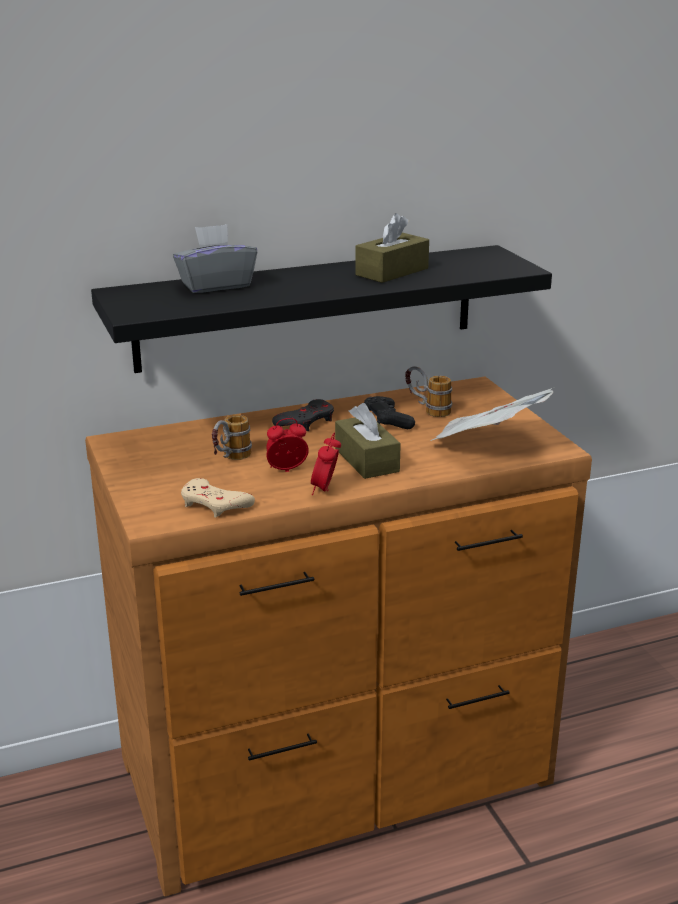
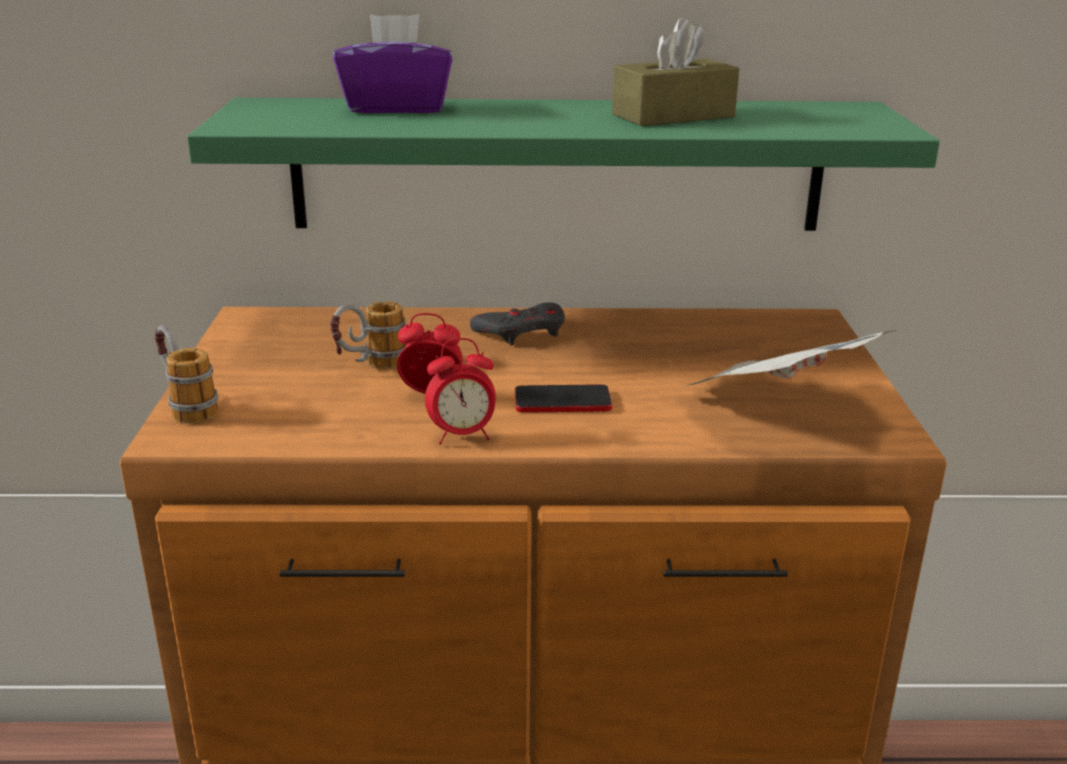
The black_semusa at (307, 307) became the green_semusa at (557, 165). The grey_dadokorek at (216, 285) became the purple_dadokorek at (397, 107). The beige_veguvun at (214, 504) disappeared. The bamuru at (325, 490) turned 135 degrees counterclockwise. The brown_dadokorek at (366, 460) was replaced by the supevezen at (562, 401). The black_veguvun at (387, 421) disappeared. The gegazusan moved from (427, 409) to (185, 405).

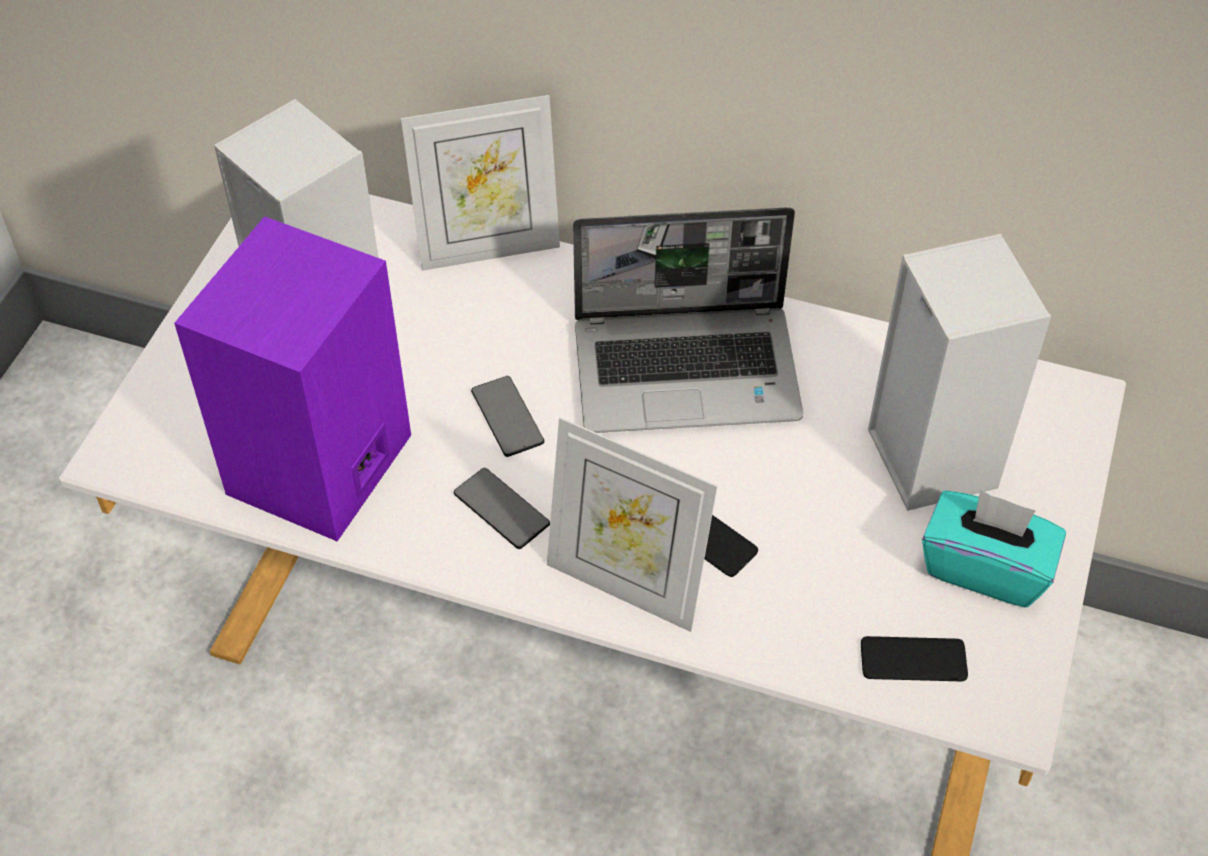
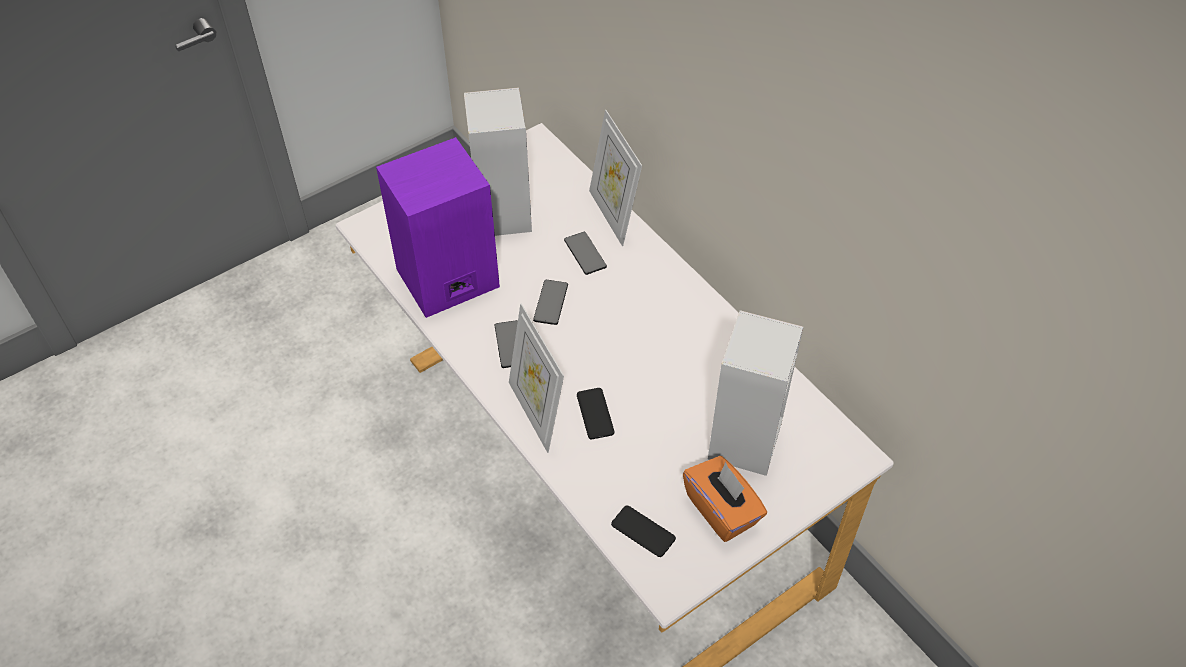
The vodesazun at (488, 248) turned 45 degrees clockwise. The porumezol at (689, 370) disappeared. The turquoise_dadokorek at (985, 567) became the orange_dadokorek at (722, 510). The supevezen at (585, 254) appeared.

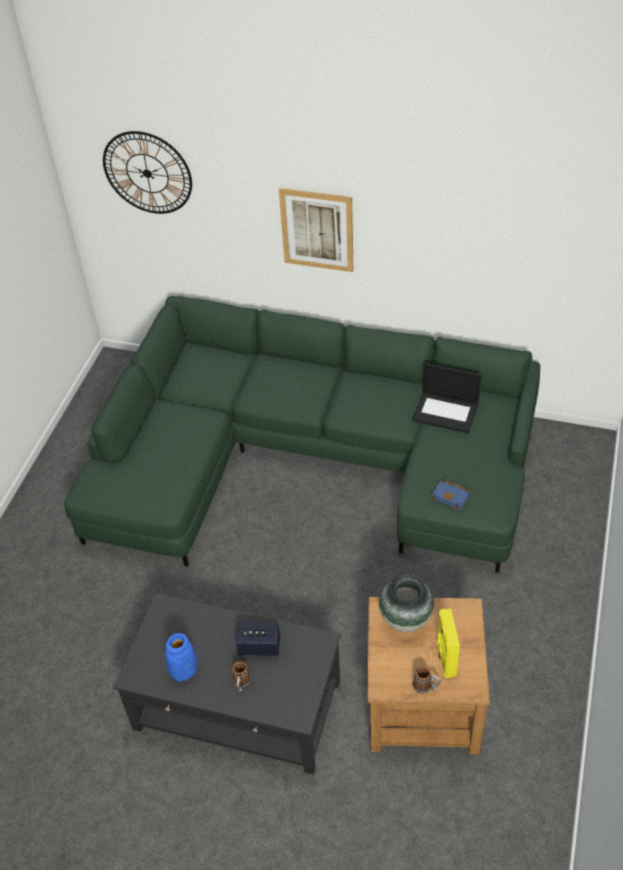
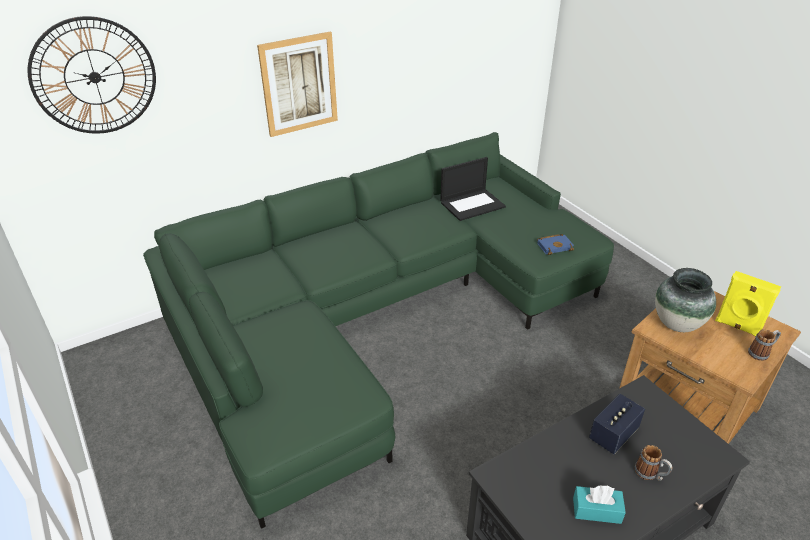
The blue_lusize at (184, 671) was replaced by the turquoise_dadokorek at (596, 510).

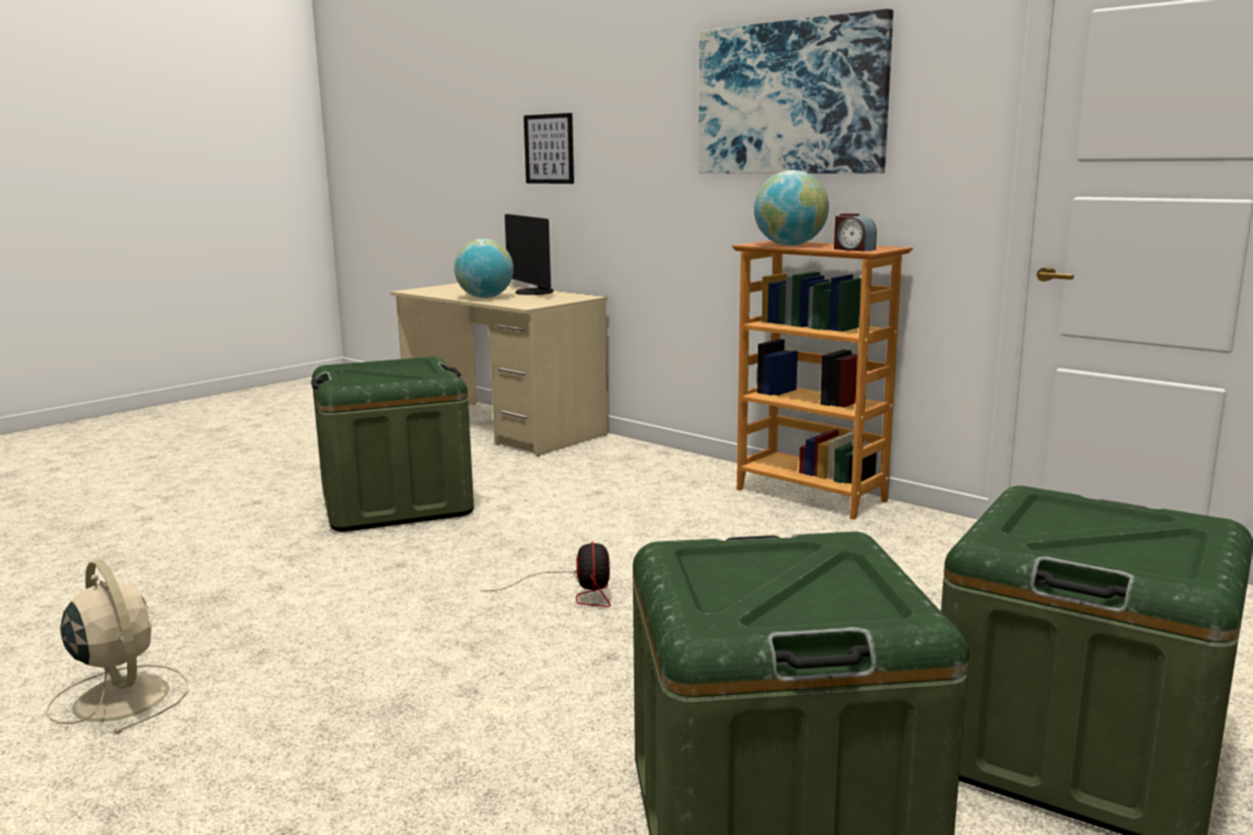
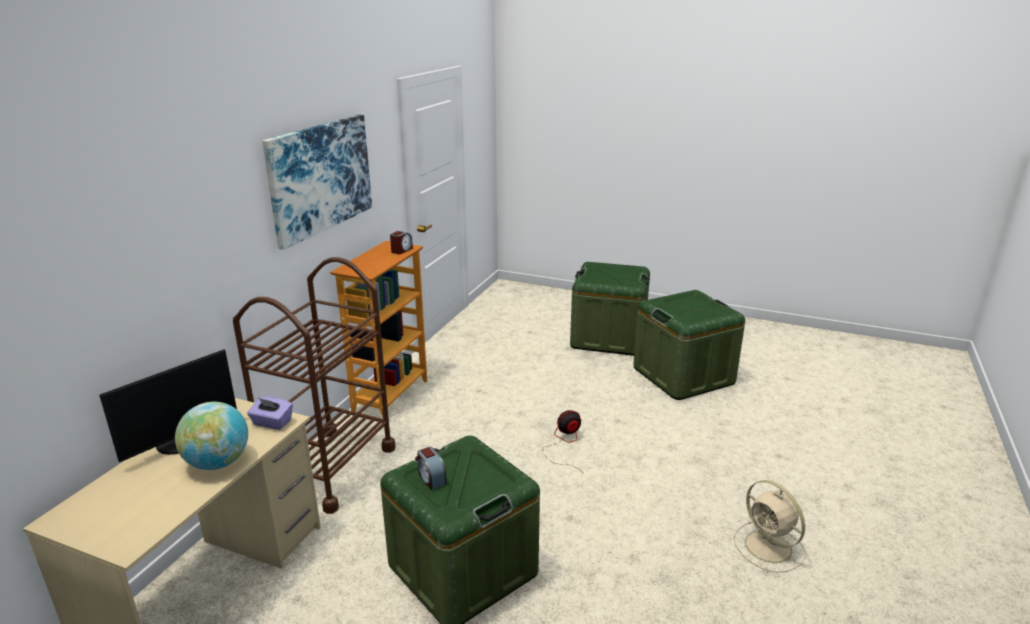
The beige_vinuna at (120, 697) turned 60 degrees counterclockwise. The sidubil at (549, 149) disappeared. The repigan at (789, 245) disappeared. The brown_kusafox at (330, 468) appeared. The purple_dadokorek at (272, 423) appeared. The bamuru at (431, 478) appeared.

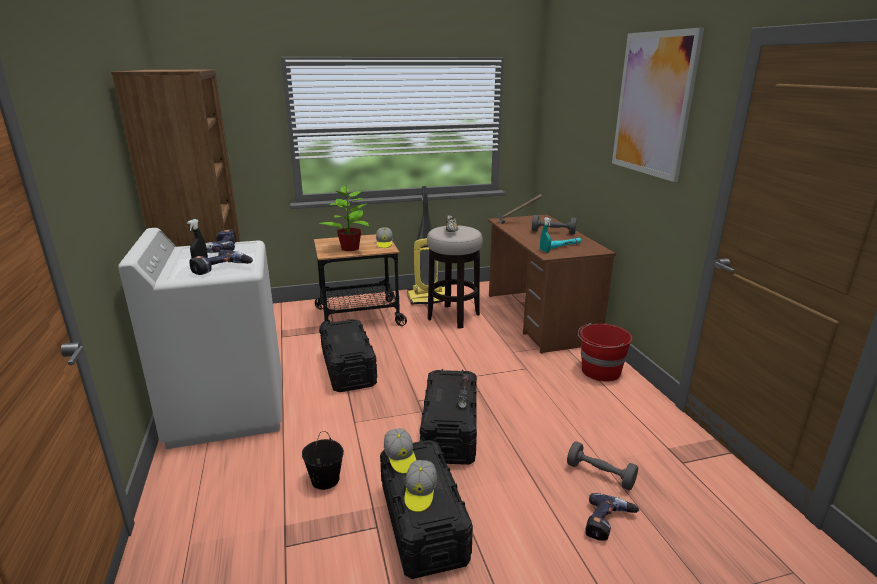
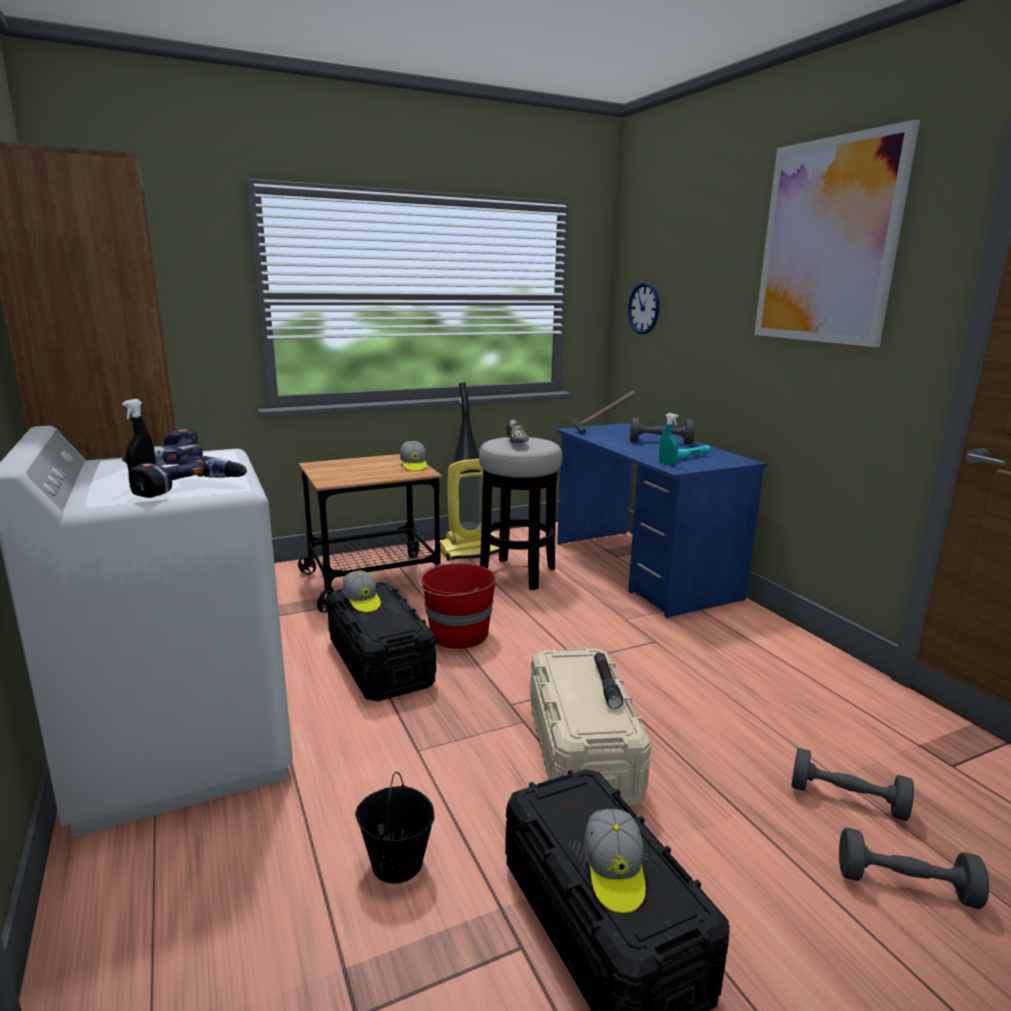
The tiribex at (350, 248) disappeared. The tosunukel moved from (400, 458) to (362, 601). The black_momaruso at (449, 431) became the beige_momaruso at (581, 751). The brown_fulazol at (539, 318) became the blue_fulazol at (642, 569). The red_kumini moved from (600, 371) to (458, 635). The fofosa at (609, 524) was replaced by the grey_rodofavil at (905, 885). The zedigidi at (644, 308) appeared.

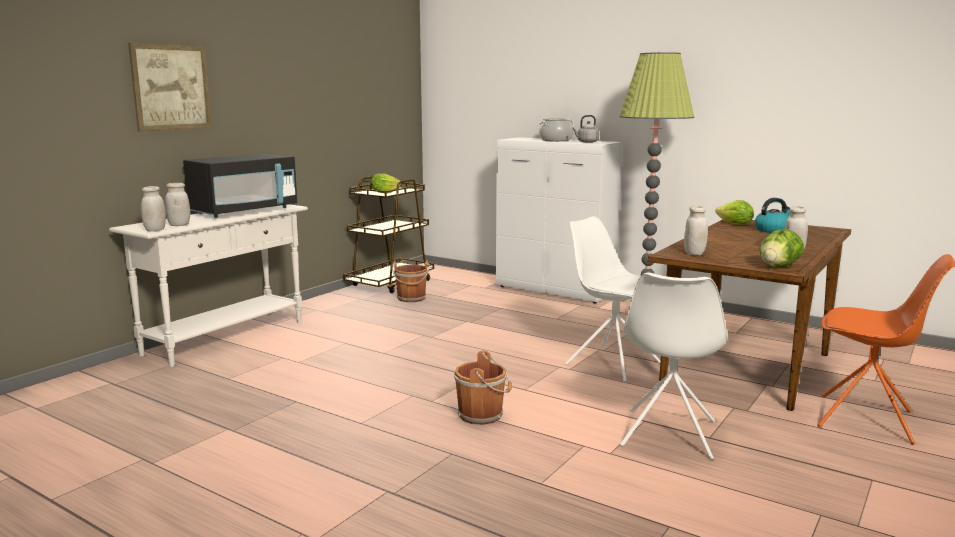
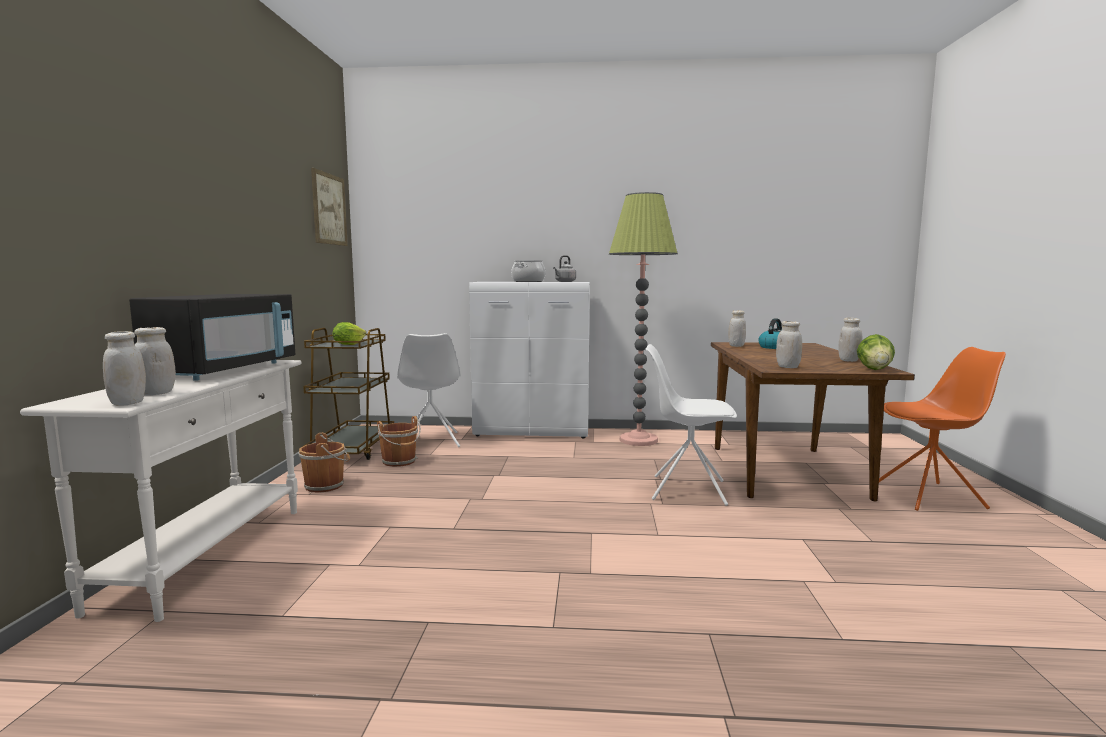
The sidubil moved from (171, 87) to (329, 209). The brown_kumini moved from (482, 415) to (326, 485). The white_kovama moved from (668, 435) to (431, 441). The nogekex at (735, 224) was replaced by the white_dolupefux at (736, 346).

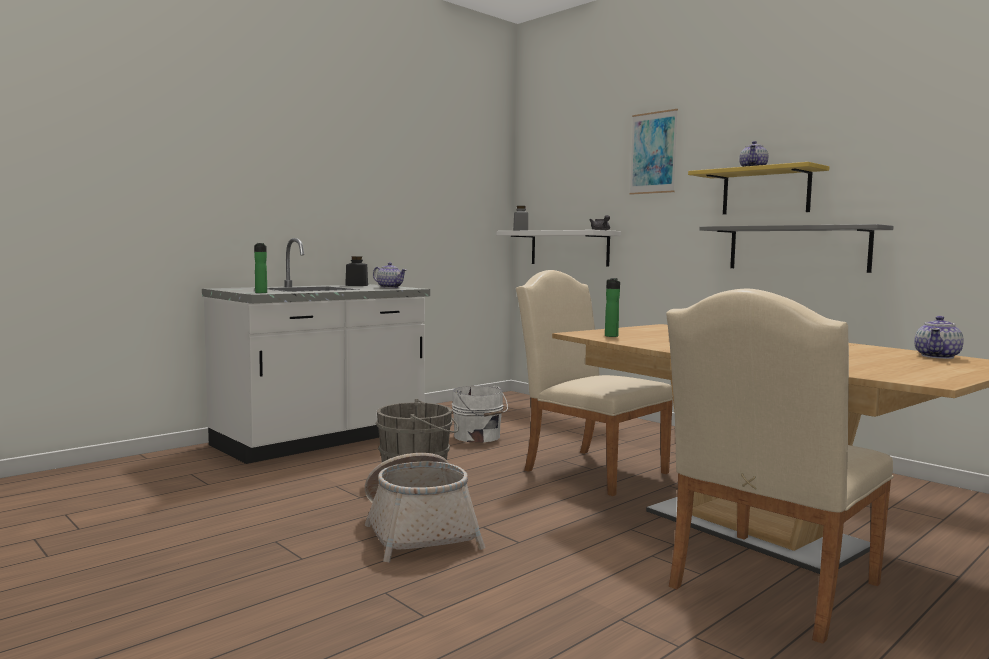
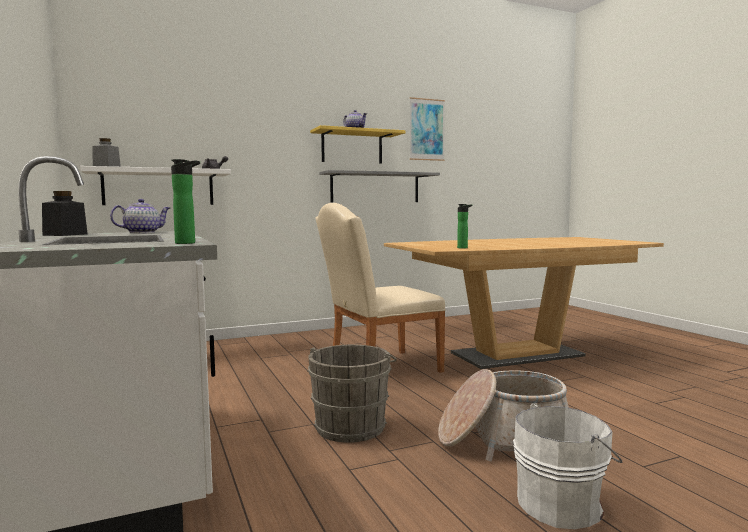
The white_kumini moved from (478, 437) to (563, 504). The sidubil moved from (653, 153) to (427, 129). The beige_kovama at (768, 589) disappeared. The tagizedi at (938, 356) disappeared.

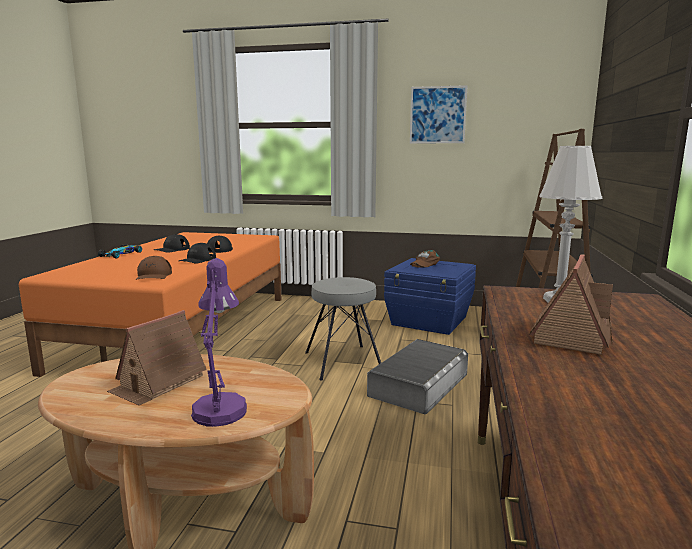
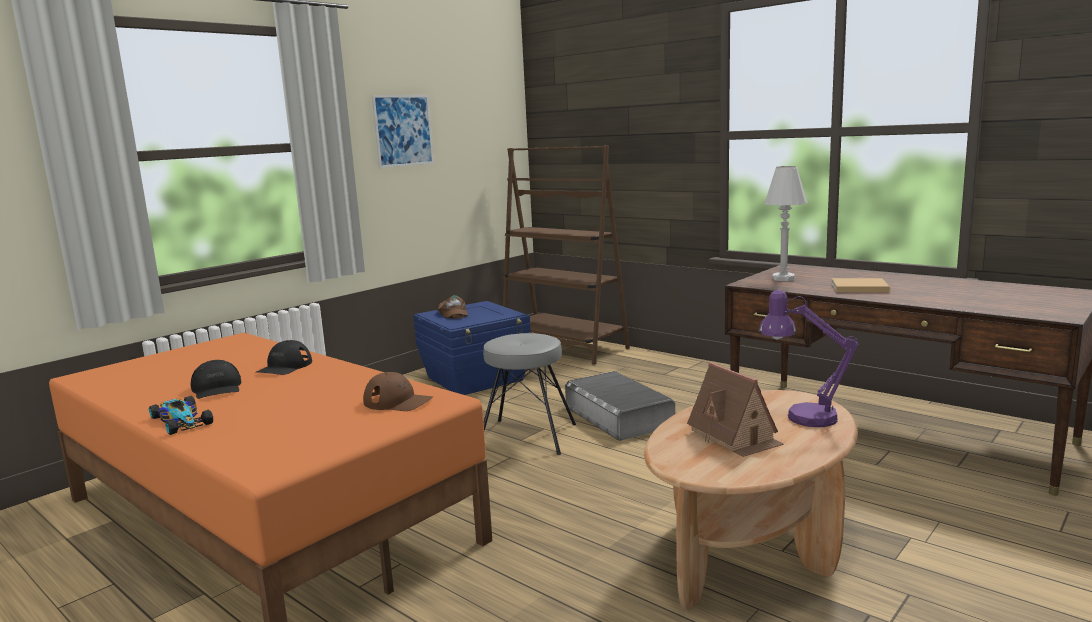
The black_tosunukel at (197, 260) disappeared. The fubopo at (571, 335) was replaced by the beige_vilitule at (857, 288).

